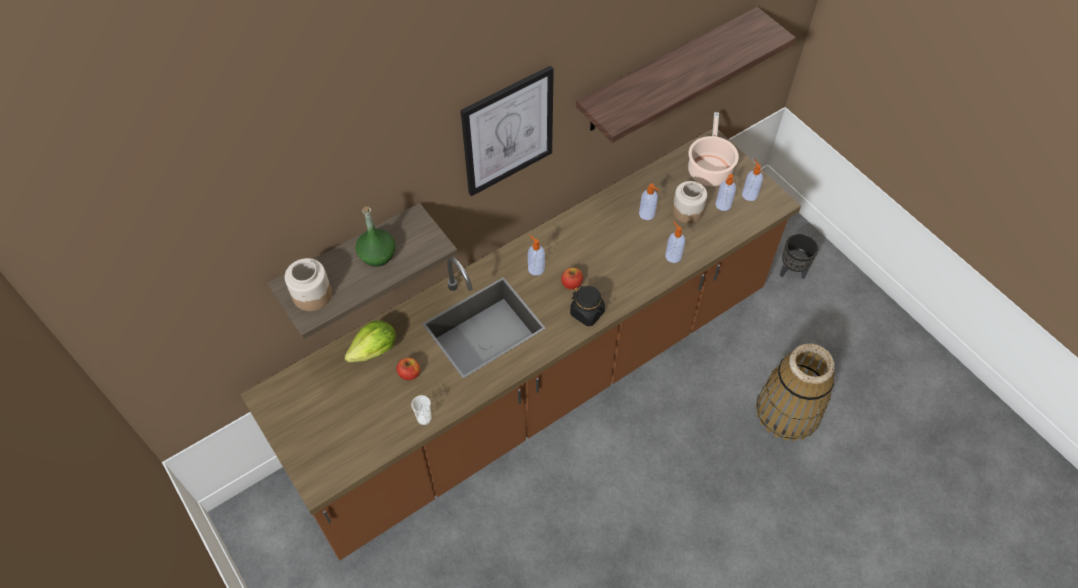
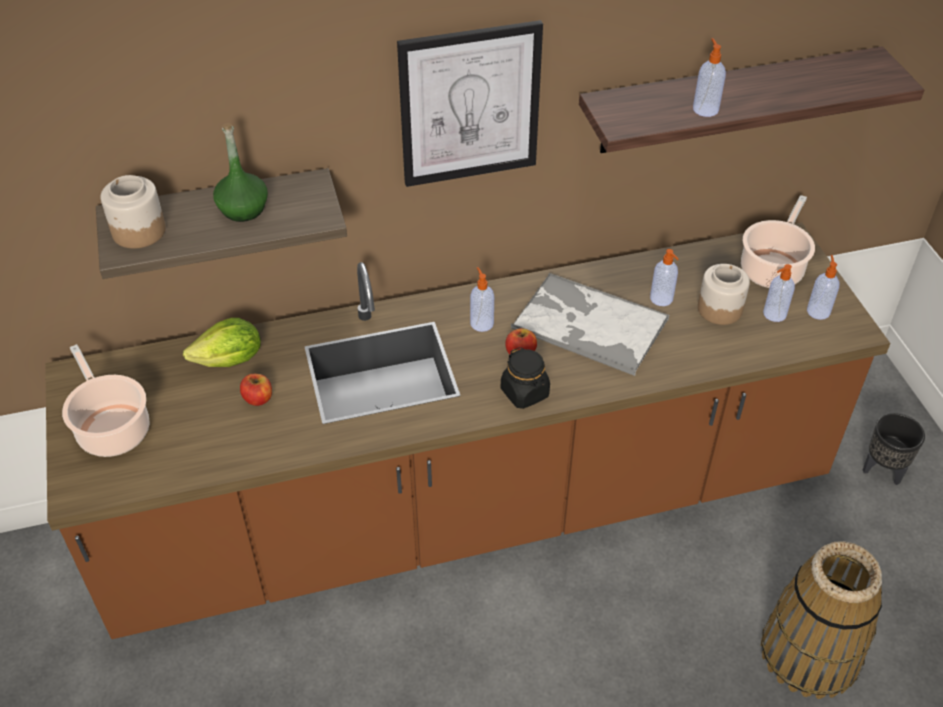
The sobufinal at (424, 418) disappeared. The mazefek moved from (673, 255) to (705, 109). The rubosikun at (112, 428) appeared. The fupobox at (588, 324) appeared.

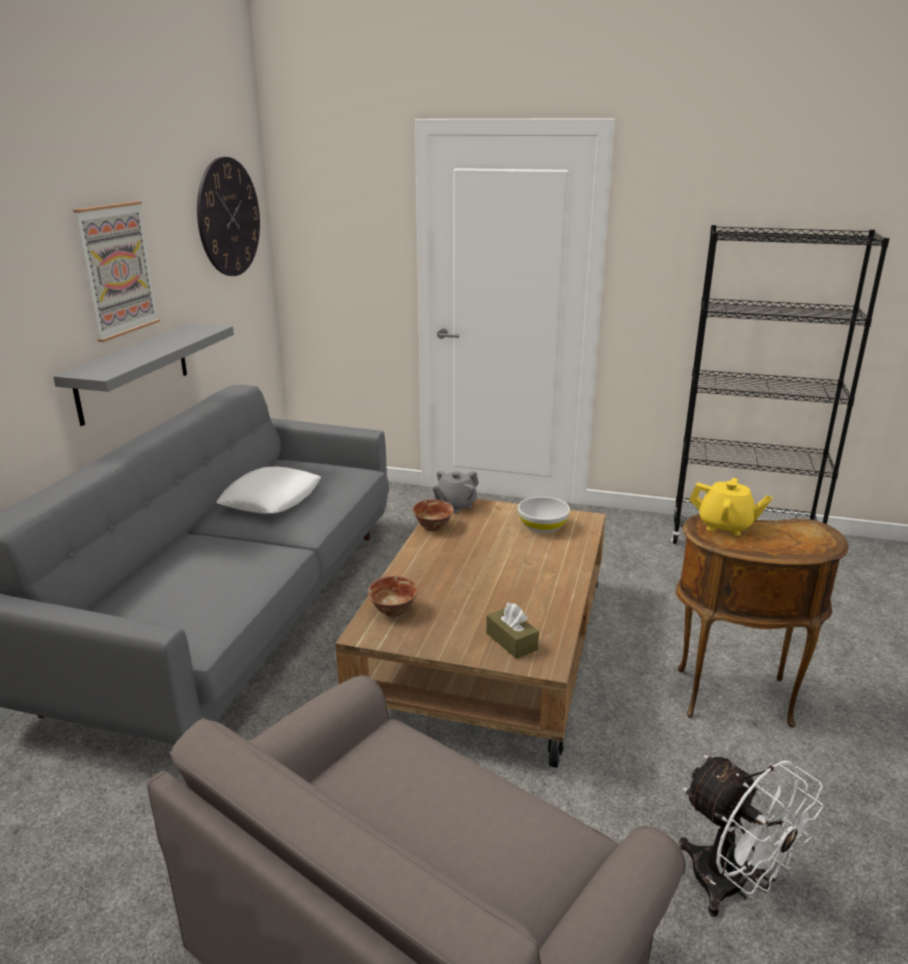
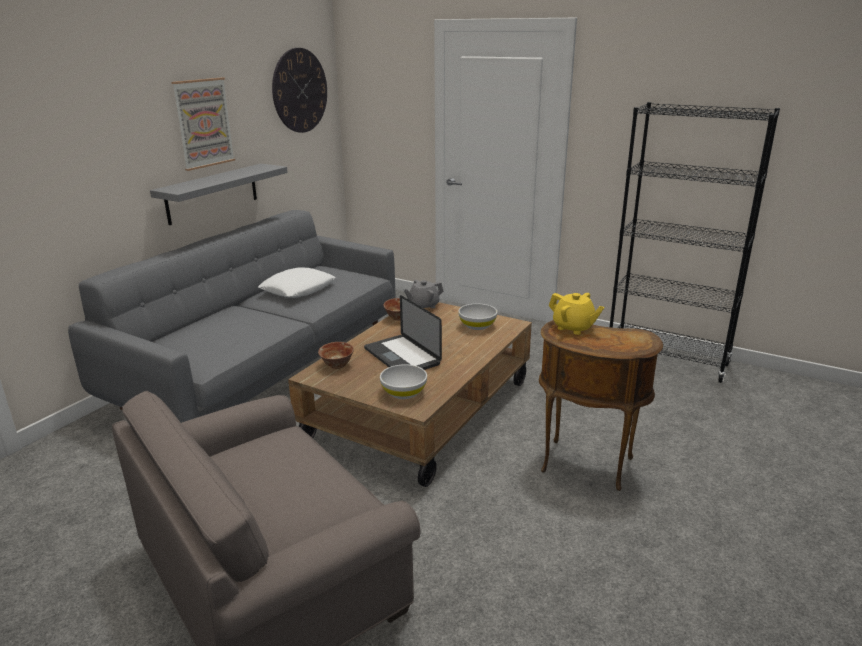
The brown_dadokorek at (511, 641) was replaced by the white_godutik at (403, 393). The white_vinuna at (731, 887) disappeared. The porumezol at (402, 356) appeared.

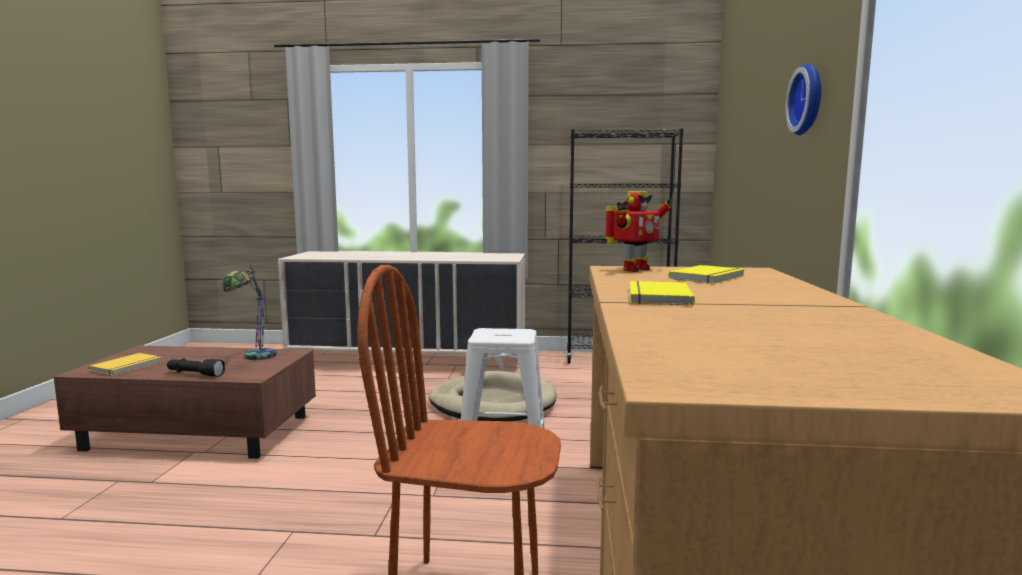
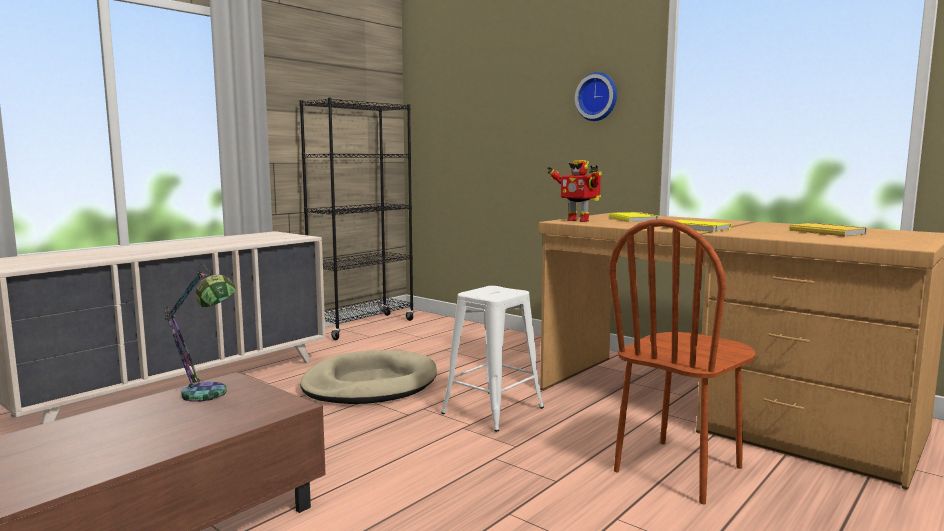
The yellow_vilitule moved from (128, 366) to (828, 232). The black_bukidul at (195, 374) disappeared. The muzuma at (633, 269) turned 135 degrees clockwise.

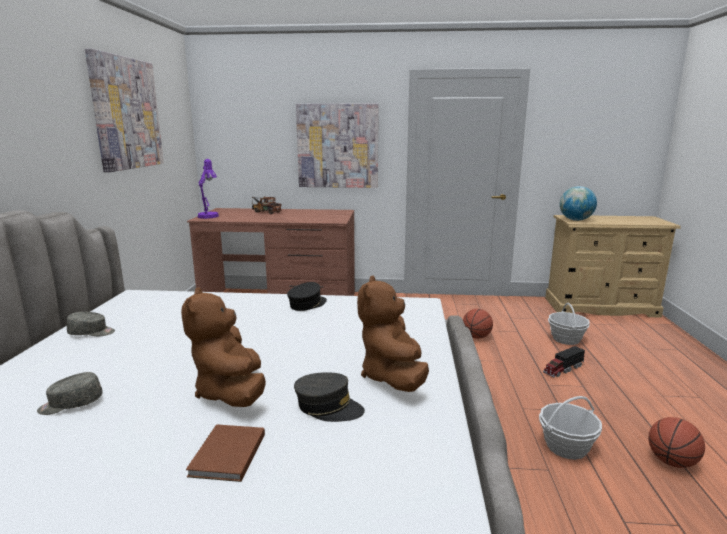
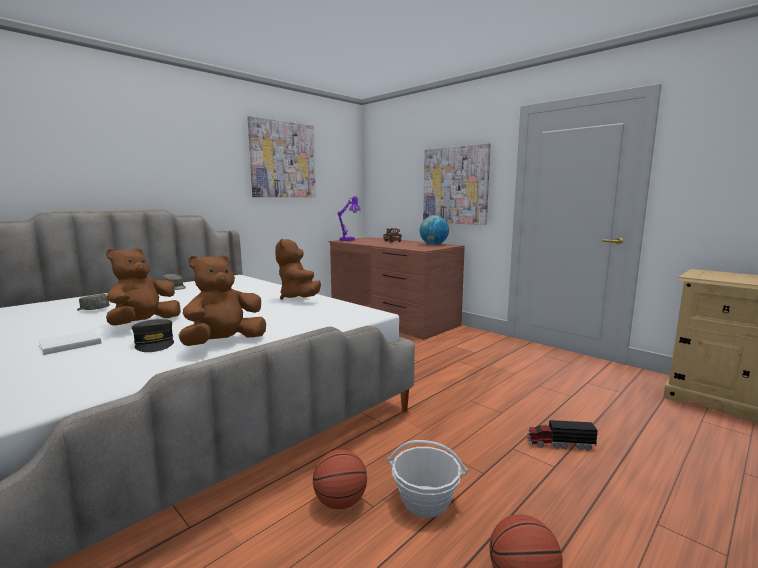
The brown_vilitule at (226, 456) became the white_vilitule at (68, 344). The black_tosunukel at (307, 304) was replaced by the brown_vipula at (299, 298). The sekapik moved from (476, 337) to (340, 502). The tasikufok at (566, 339) disappeared. The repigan moved from (575, 220) to (433, 244).

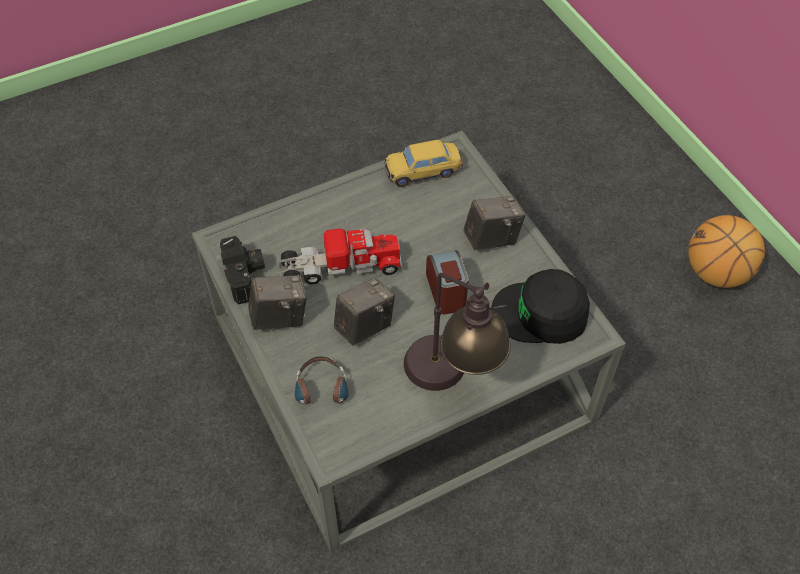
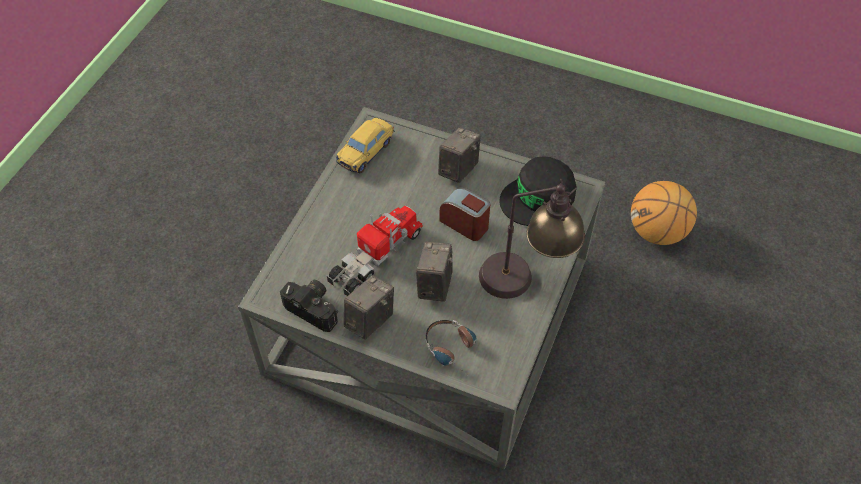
The sekapik moved from (716, 273) to (657, 232).

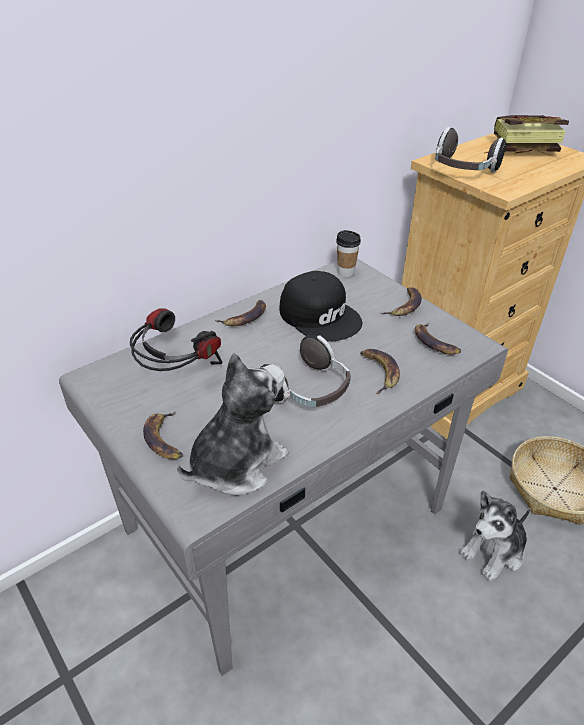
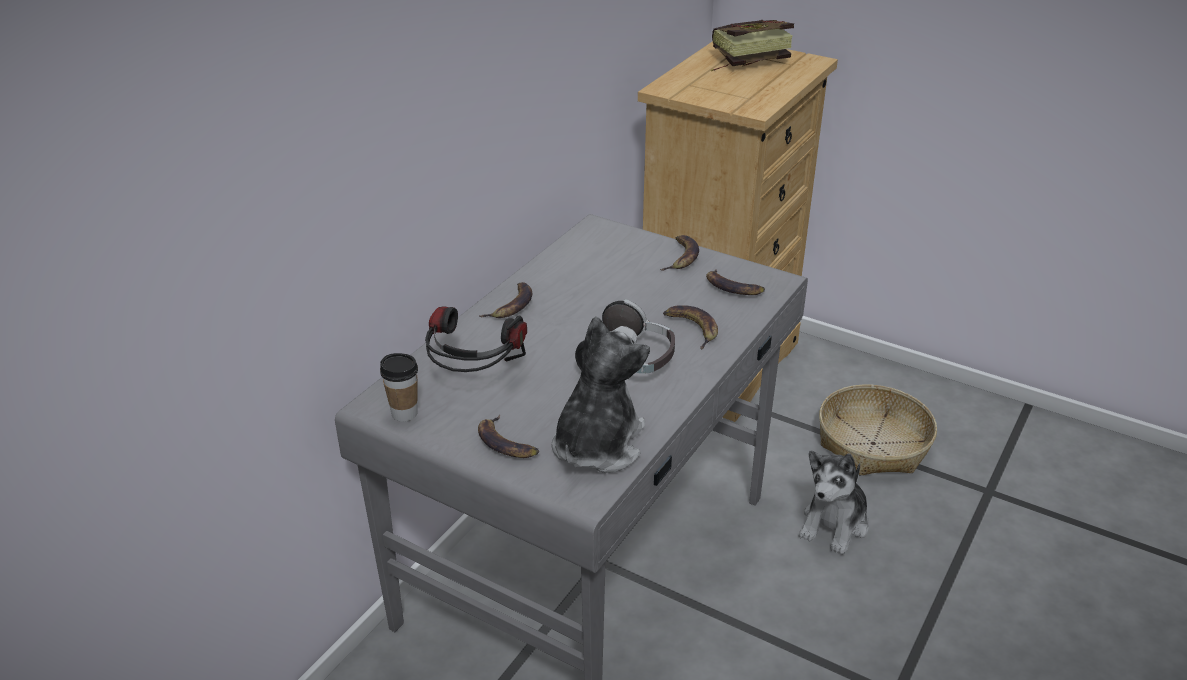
The black_tosunukel at (320, 315) disappeared. The sobufinal moved from (346, 272) to (404, 413). The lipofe at (463, 170) disappeared.

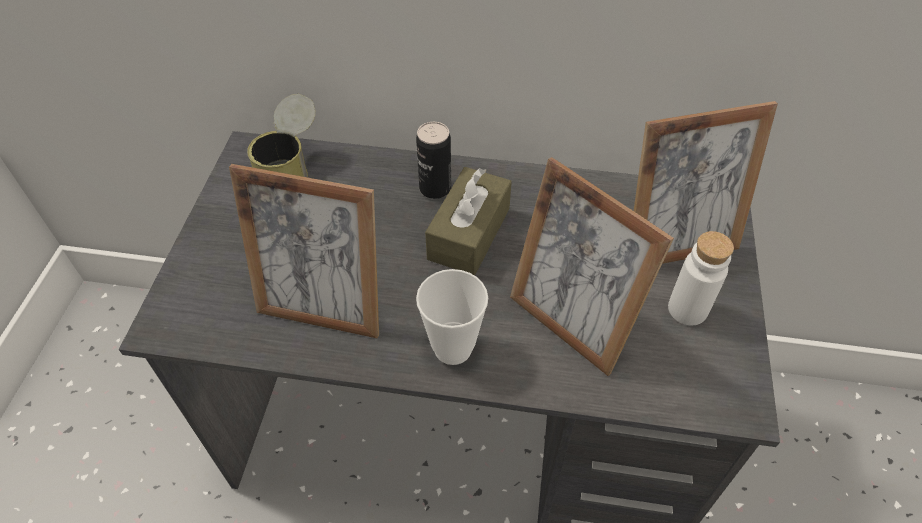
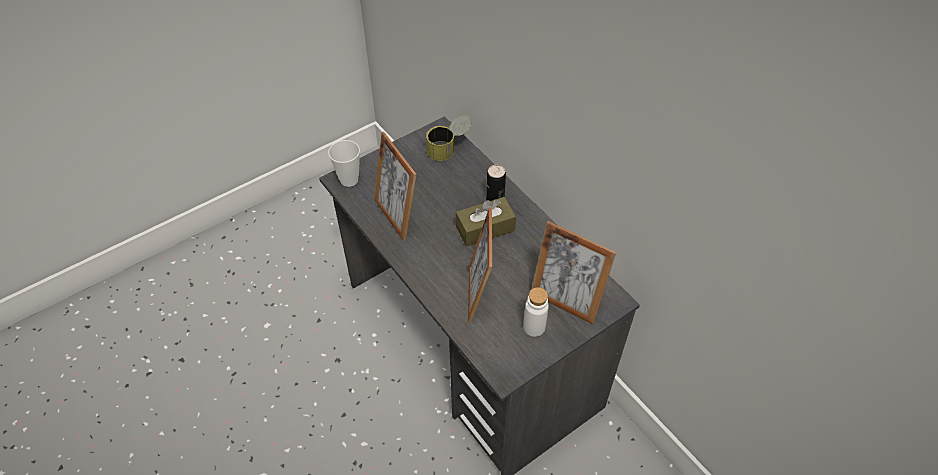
The sobufinal moved from (453, 348) to (349, 180).

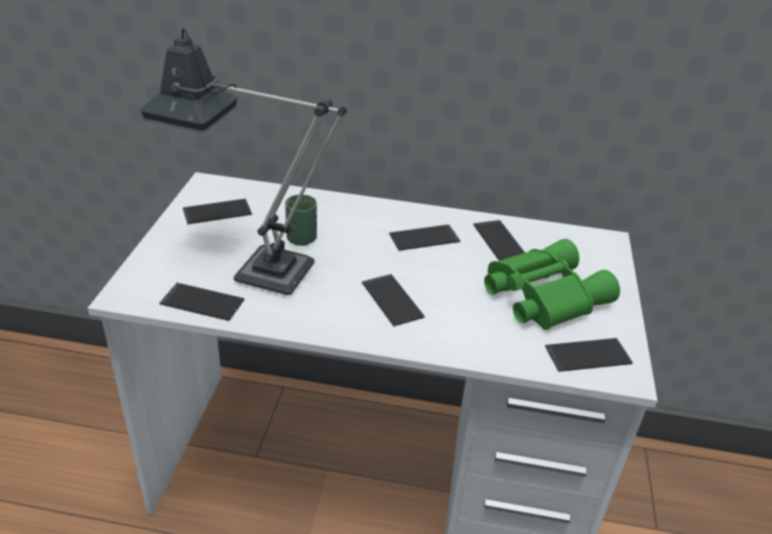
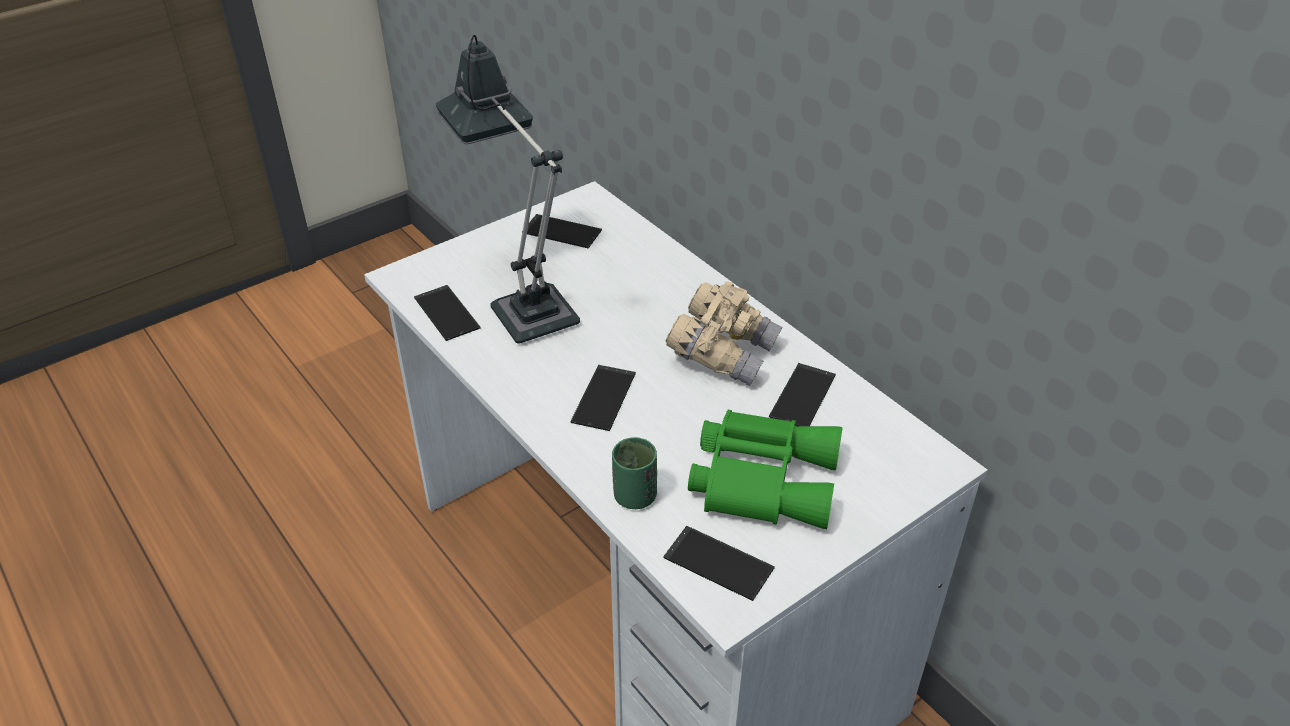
The green_sobufinal moved from (301, 239) to (634, 496). The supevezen at (424, 238) was replaced by the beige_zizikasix at (723, 353).

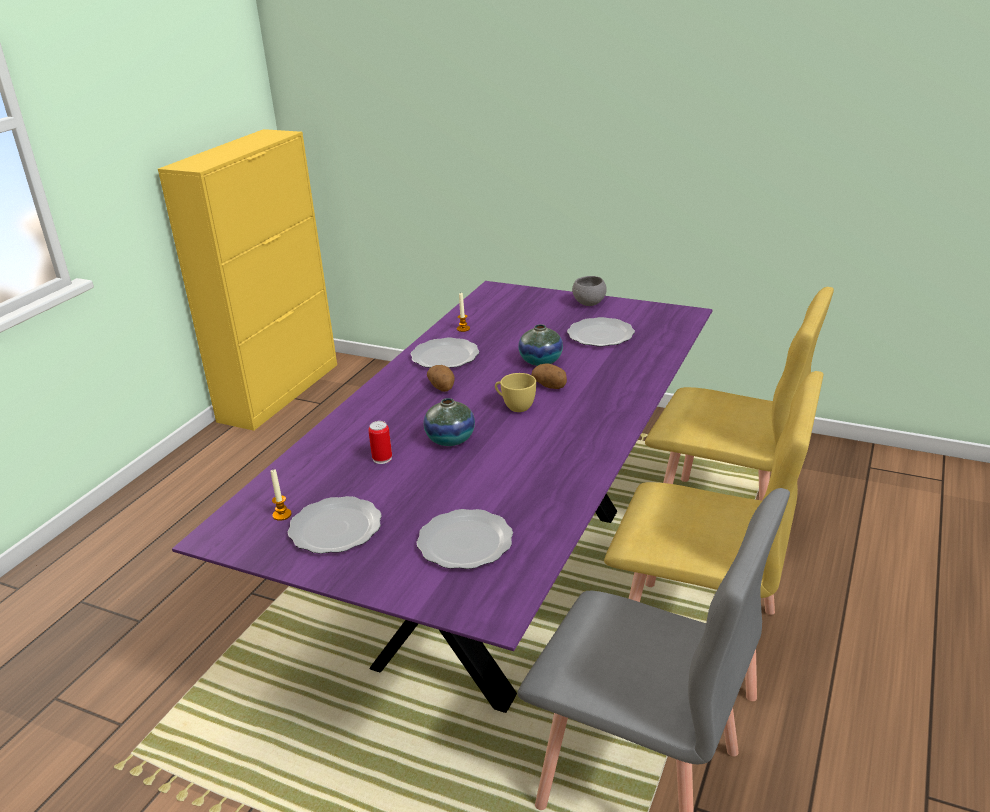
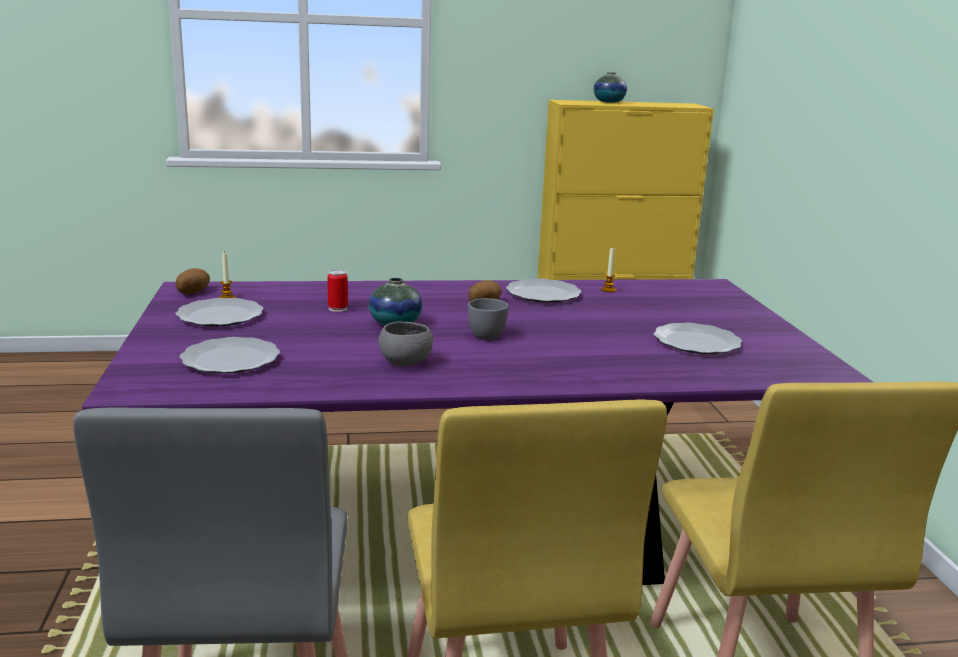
The yellow_sobufinal at (515, 406) became the grey_sobufinal at (486, 335). The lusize moved from (541, 361) to (609, 102). The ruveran moved from (550, 386) to (192, 292). The grey_godutik moved from (589, 303) to (405, 363).

